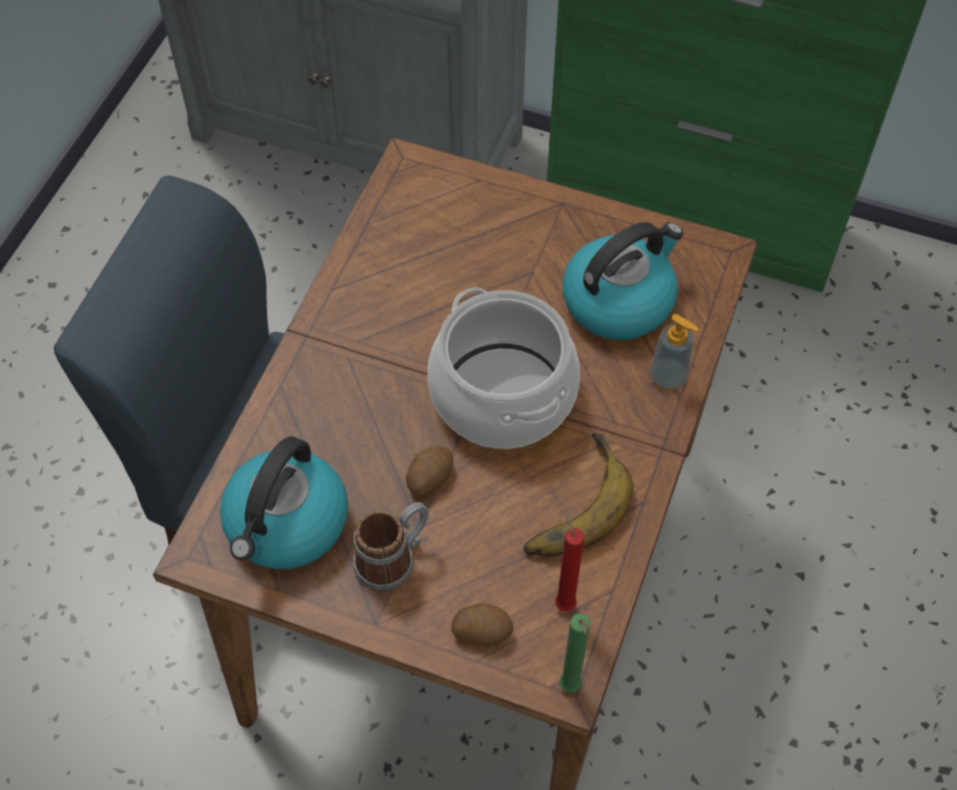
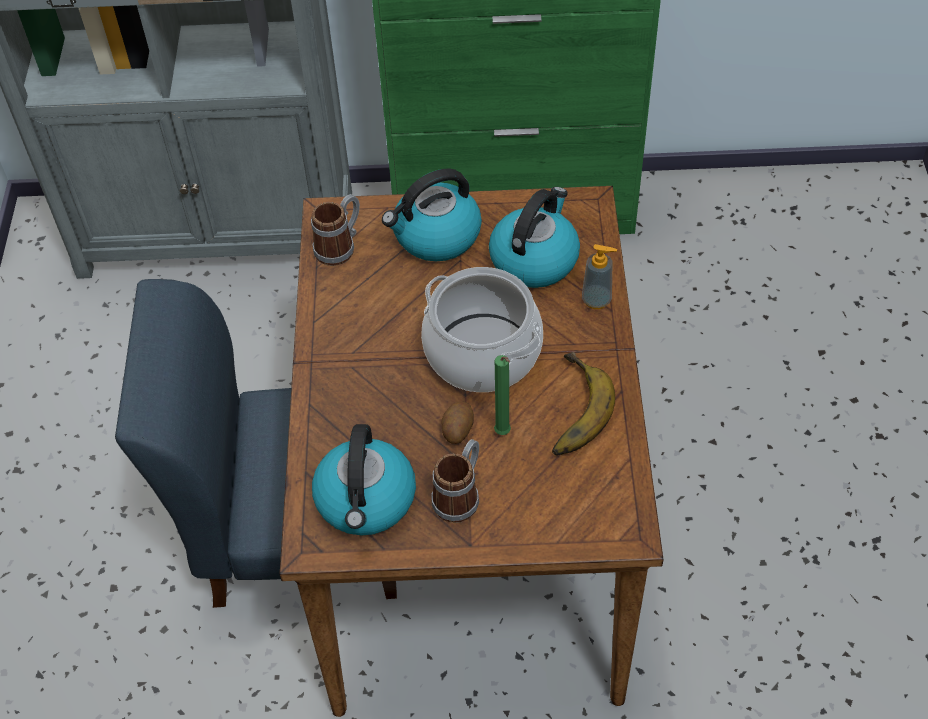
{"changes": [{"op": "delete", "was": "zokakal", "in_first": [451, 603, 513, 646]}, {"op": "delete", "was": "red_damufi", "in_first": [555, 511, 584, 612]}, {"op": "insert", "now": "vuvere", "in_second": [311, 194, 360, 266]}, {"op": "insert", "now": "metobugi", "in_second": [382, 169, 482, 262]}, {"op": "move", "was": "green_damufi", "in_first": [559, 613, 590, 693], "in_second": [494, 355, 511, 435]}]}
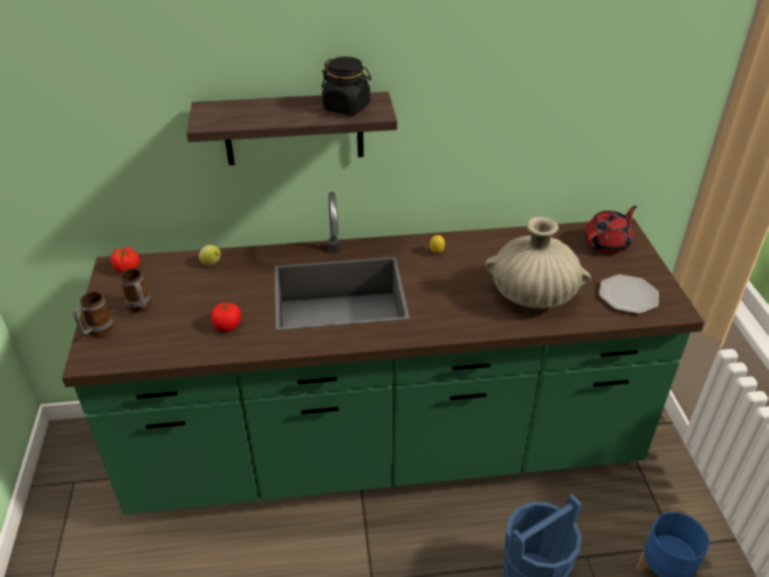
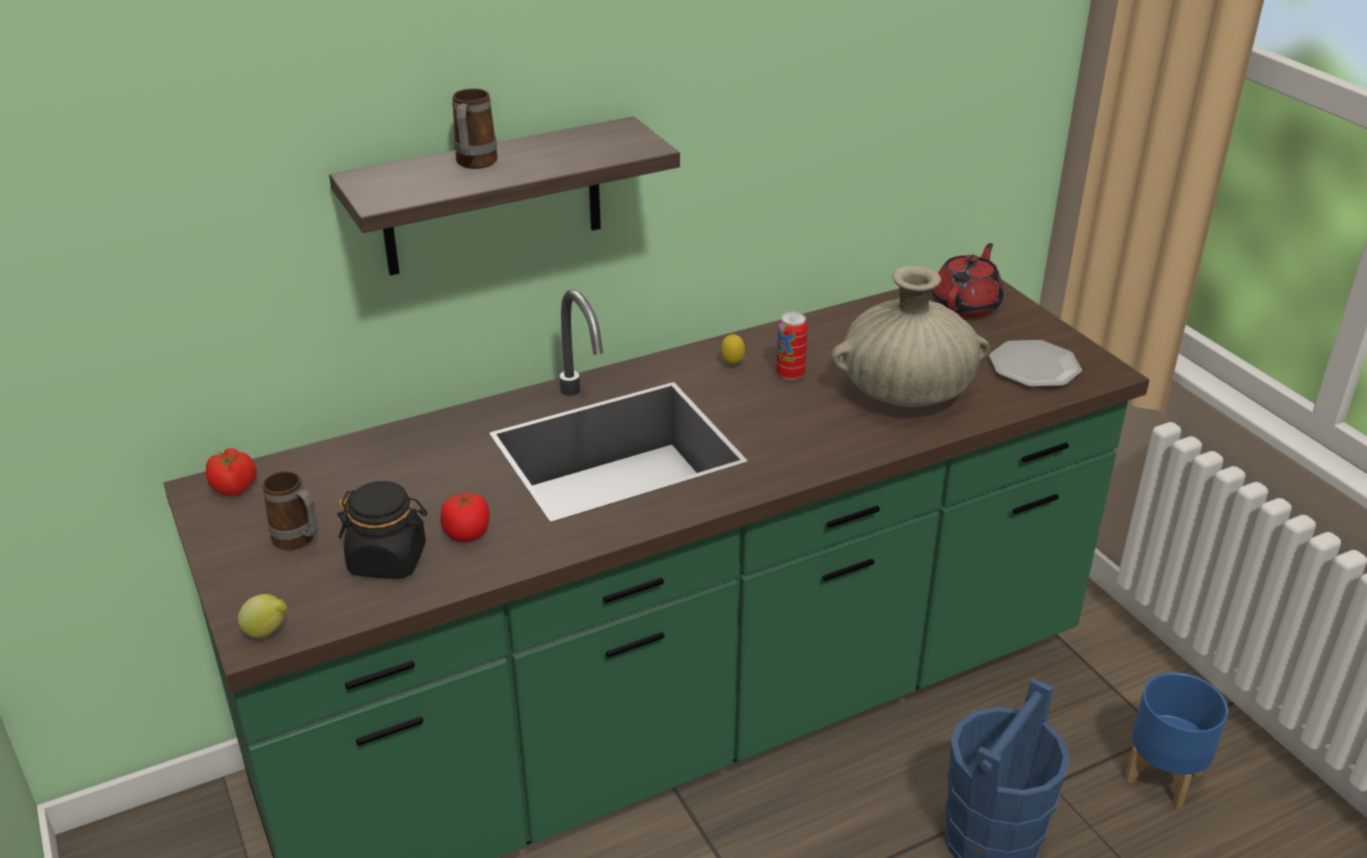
{"changes": [{"op": "insert", "now": "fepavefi", "in_second": [776, 312, 808, 381]}, {"op": "move", "was": "vuvere", "in_first": [73, 291, 114, 337], "in_second": [452, 89, 498, 169]}, {"op": "move", "was": "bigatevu", "in_first": [199, 245, 221, 266], "in_second": [238, 594, 287, 638]}, {"op": "move", "was": "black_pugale", "in_first": [322, 57, 372, 115], "in_second": [337, 481, 427, 579]}]}
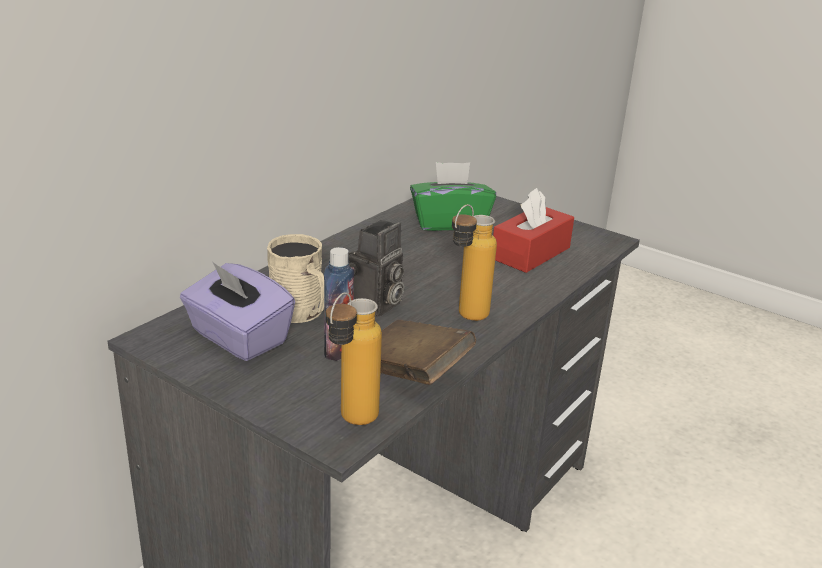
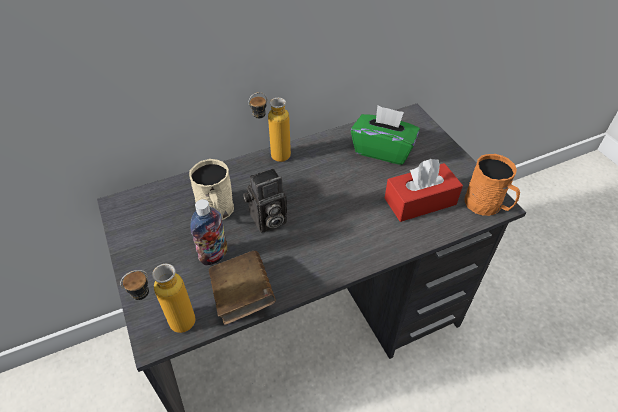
{"changes": [{"op": "delete", "was": "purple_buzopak", "in_first": [180, 261, 295, 361]}, {"op": "insert", "now": "orange_vuvere", "in_second": [465, 154, 520, 216]}, {"op": "move", "was": "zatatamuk", "in_first": [452, 204, 497, 321], "in_second": [249, 92, 291, 162]}]}
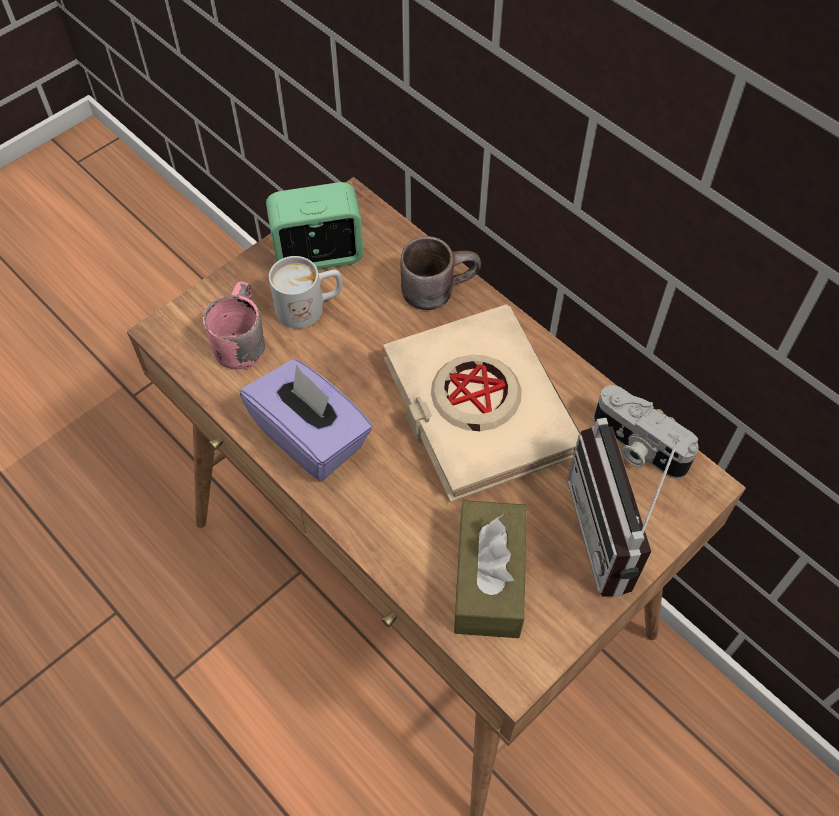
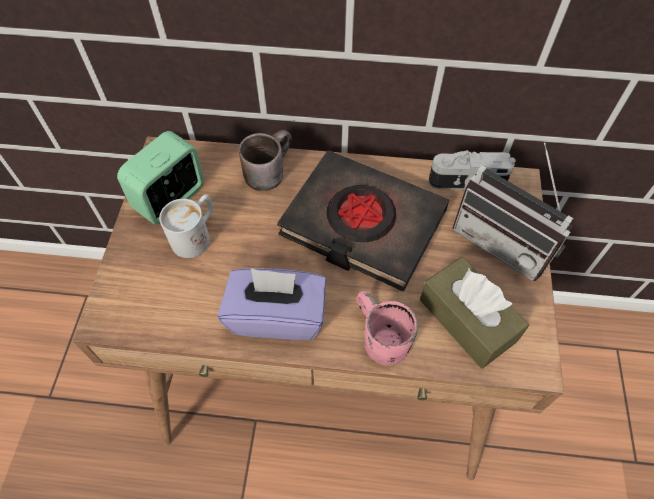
{"changes": [{"op": "move", "was": "pink_vuvere", "in_first": [203, 281, 265, 370], "in_second": [356, 291, 418, 366]}, {"op": "recolor", "was": "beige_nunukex", "now": "black_nunukex", "in_first": [383, 304, 581, 502], "in_second": [277, 150, 450, 292]}]}
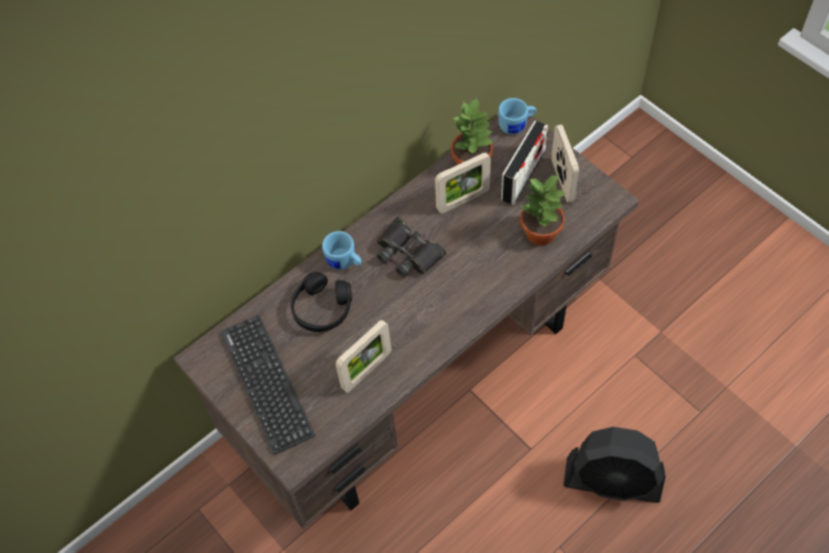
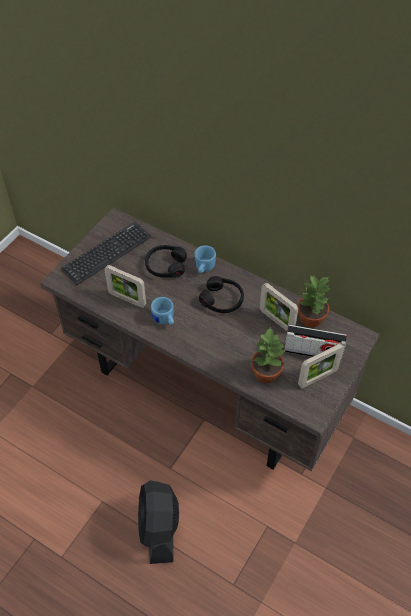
{"changes": [{"op": "move", "was": "blue_vuvere", "in_first": [498, 98, 537, 135], "in_second": [151, 297, 174, 325]}, {"op": "replace", "was": "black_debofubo", "now": "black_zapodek", "in_first": [377, 217, 446, 278], "in_second": [199, 276, 244, 313]}]}
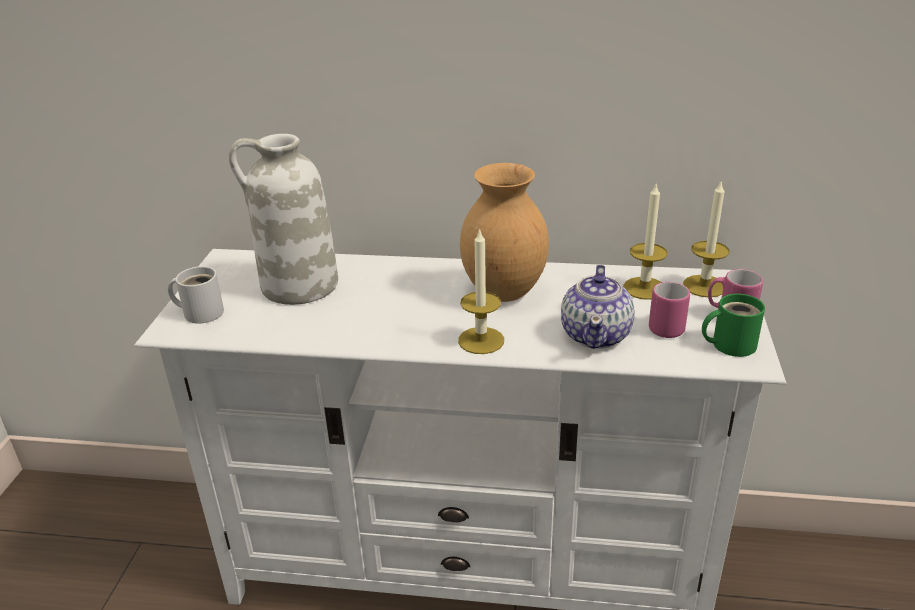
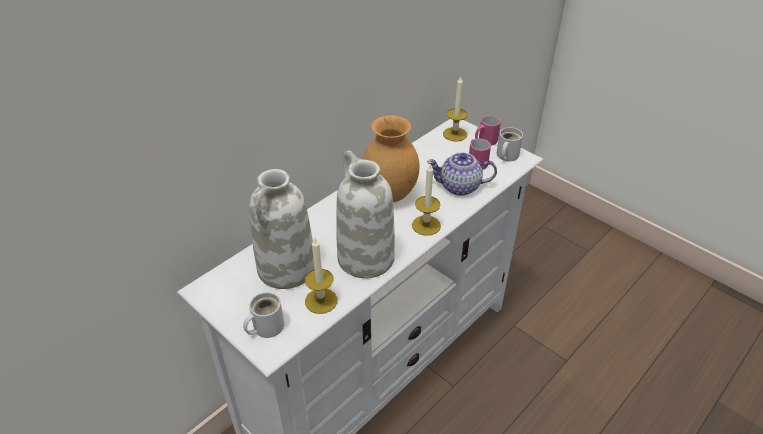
{"changes": [{"op": "insert", "now": "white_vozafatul", "in_second": [336, 151, 395, 278]}, {"op": "move", "was": "damufi", "in_first": [623, 182, 668, 300], "in_second": [305, 238, 338, 314]}, {"op": "recolor", "was": "green_vuvere", "now": "white_vuvere", "in_first": [702, 294, 765, 357], "in_second": [497, 127, 523, 161]}, {"op": "rotate", "was": "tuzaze", "in_first": [561, 265, 635, 349], "in_second": [427, 152, 497, 196], "clockwise": 135}]}
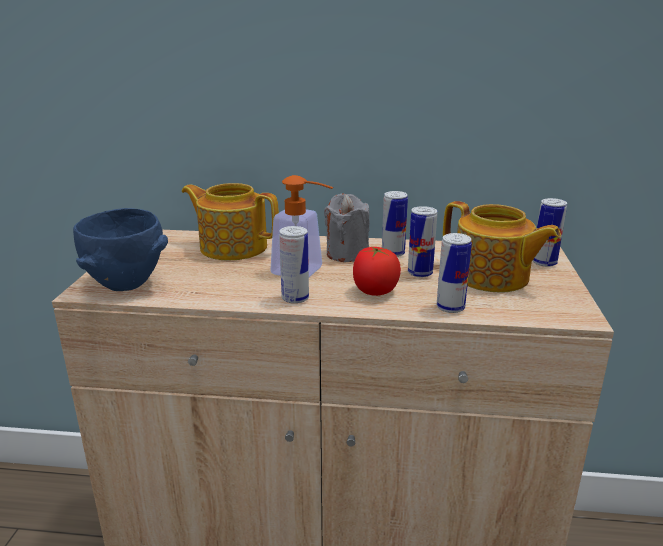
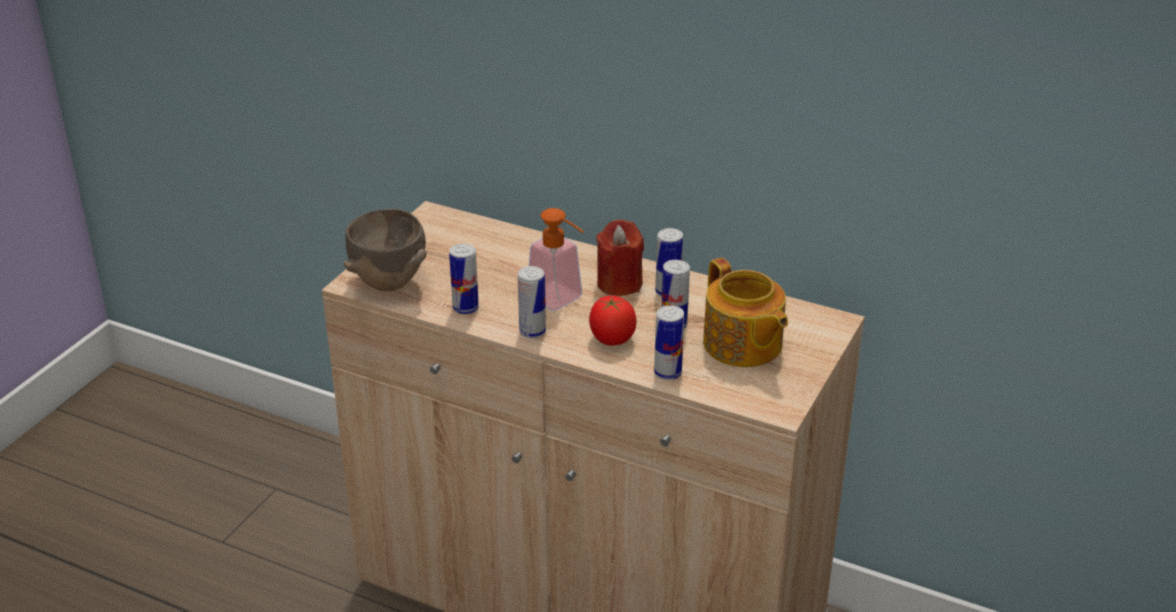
{"changes": [{"op": "delete", "was": "tuzaze", "in_first": [182, 183, 279, 261]}, {"op": "move", "was": "fepavefi", "in_first": [533, 198, 567, 267], "in_second": [449, 244, 479, 314]}, {"op": "recolor", "was": "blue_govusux", "now": "brown_govusux", "in_first": [73, 208, 168, 291], "in_second": [344, 209, 427, 291]}, {"op": "recolor", "was": "grey_damufi", "now": "red_damufi", "in_first": [324, 193, 370, 262], "in_second": [596, 219, 644, 296]}]}
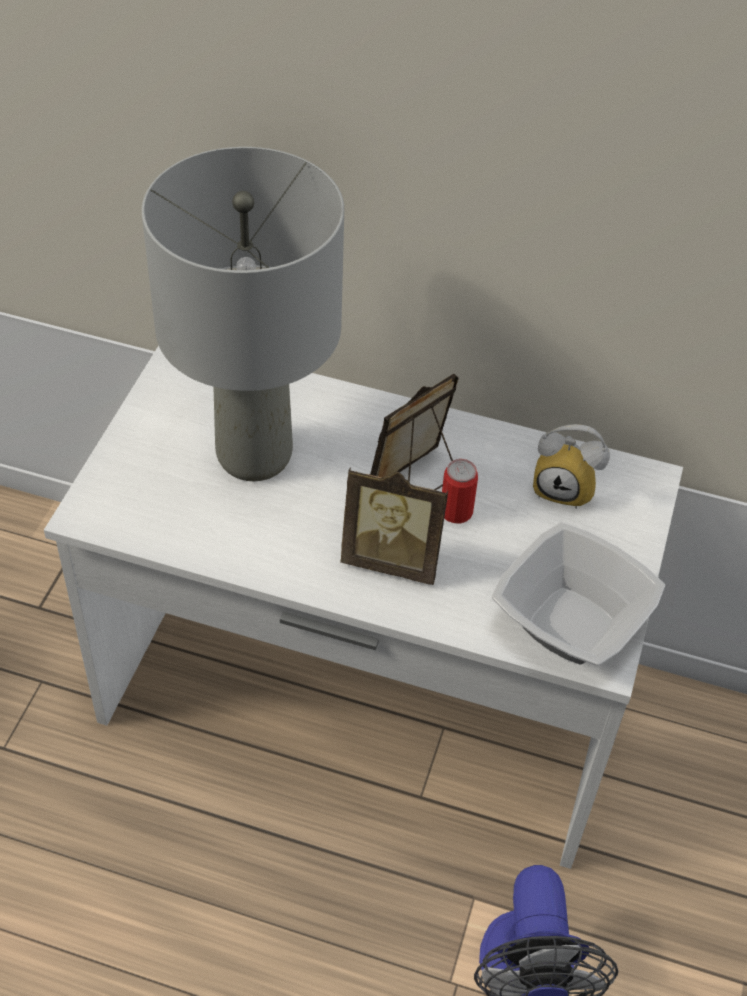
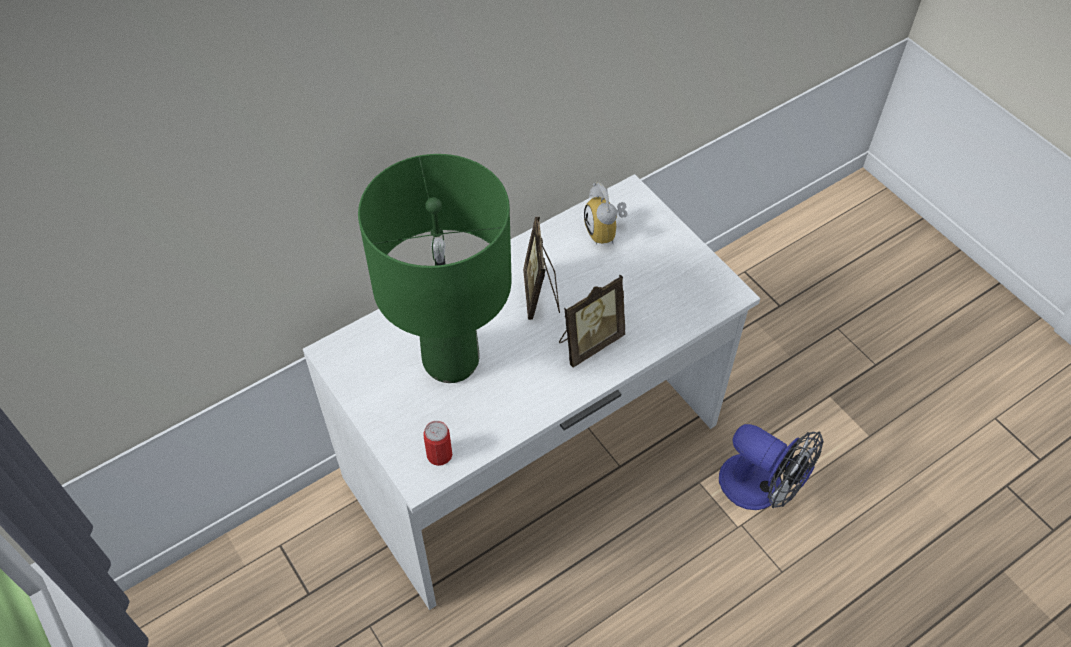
{"changes": [{"op": "delete", "was": "govusux", "in_first": [492, 522, 665, 666]}, {"op": "move", "was": "fepavefi", "in_first": [442, 459, 478, 523], "in_second": [423, 421, 452, 466]}, {"op": "recolor", "was": "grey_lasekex", "now": "green_lasekex", "in_first": [142, 147, 344, 481], "in_second": [358, 154, 512, 383]}, {"op": "rotate", "was": "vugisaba", "in_first": [533, 424, 610, 509], "in_second": [584, 182, 628, 244], "clockwise": 105}]}
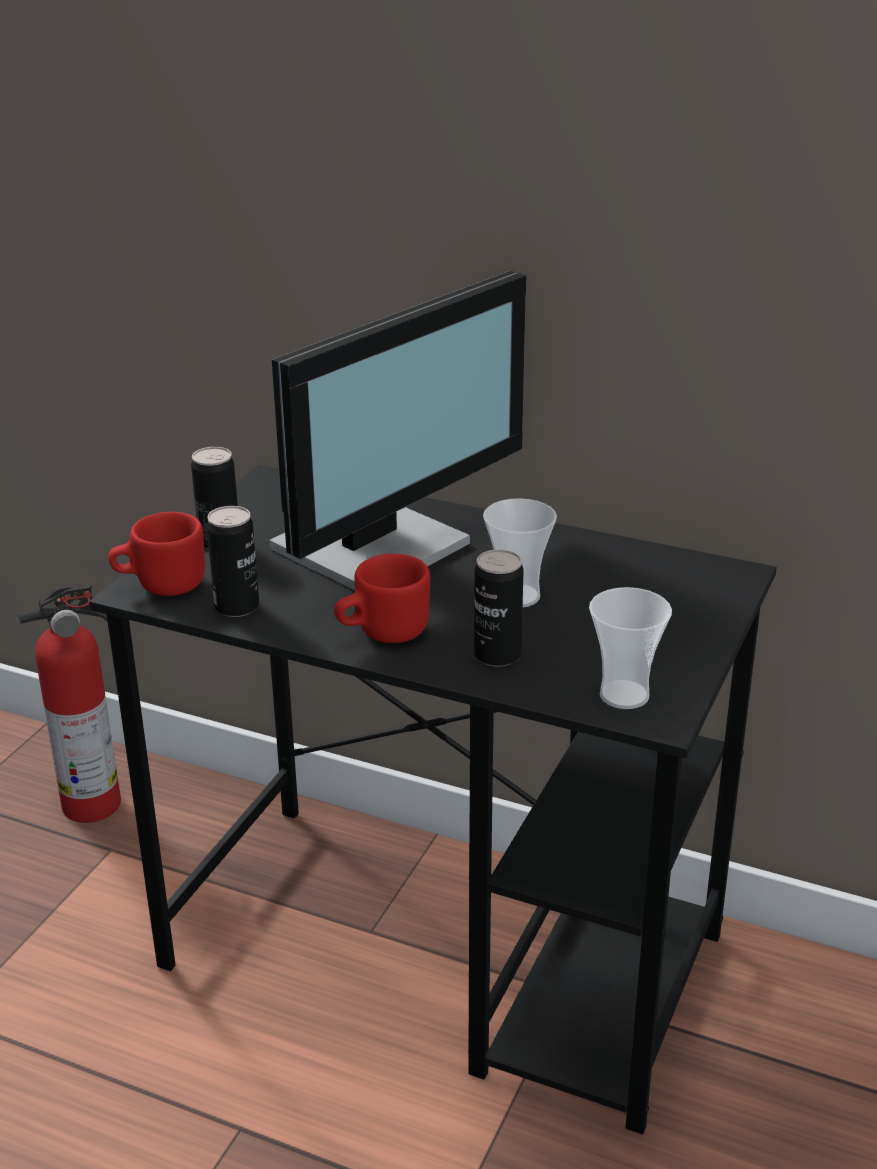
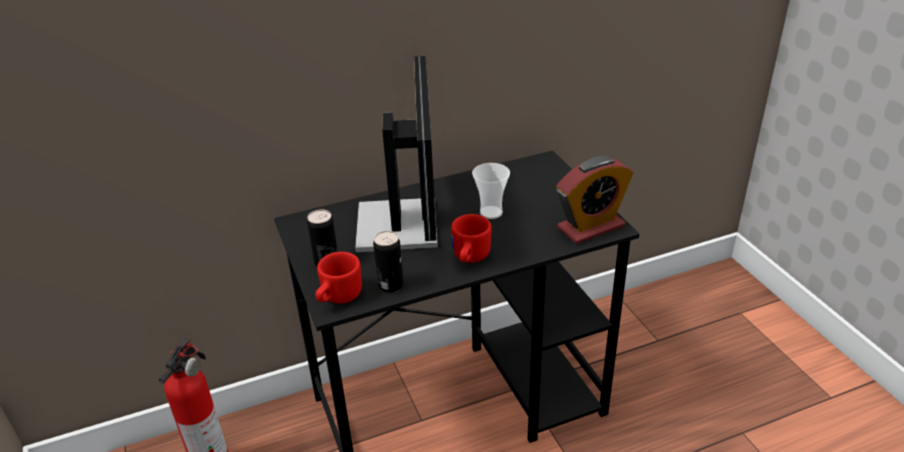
{"changes": [{"op": "delete", "was": "fepavefi", "in_first": [474, 549, 524, 667]}, {"op": "replace", "was": "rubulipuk", "now": "vugisaba", "in_first": [589, 587, 672, 709], "in_second": [556, 156, 634, 244]}]}
